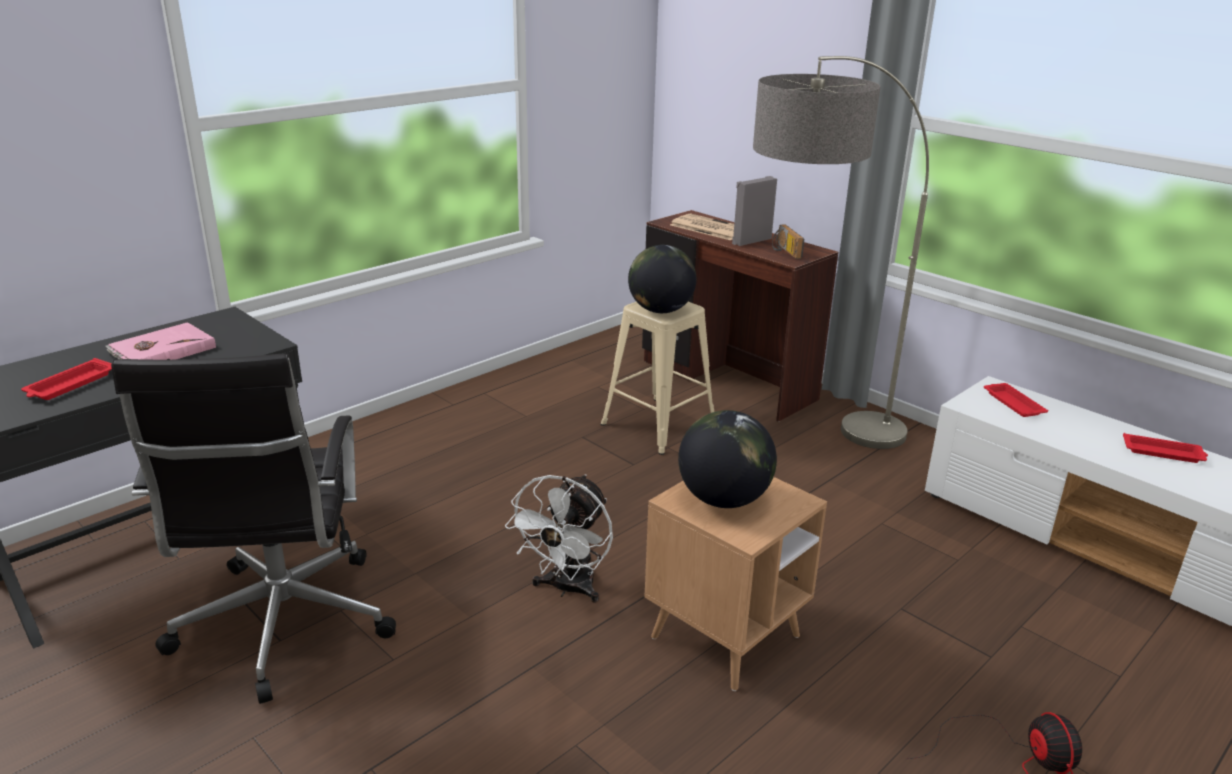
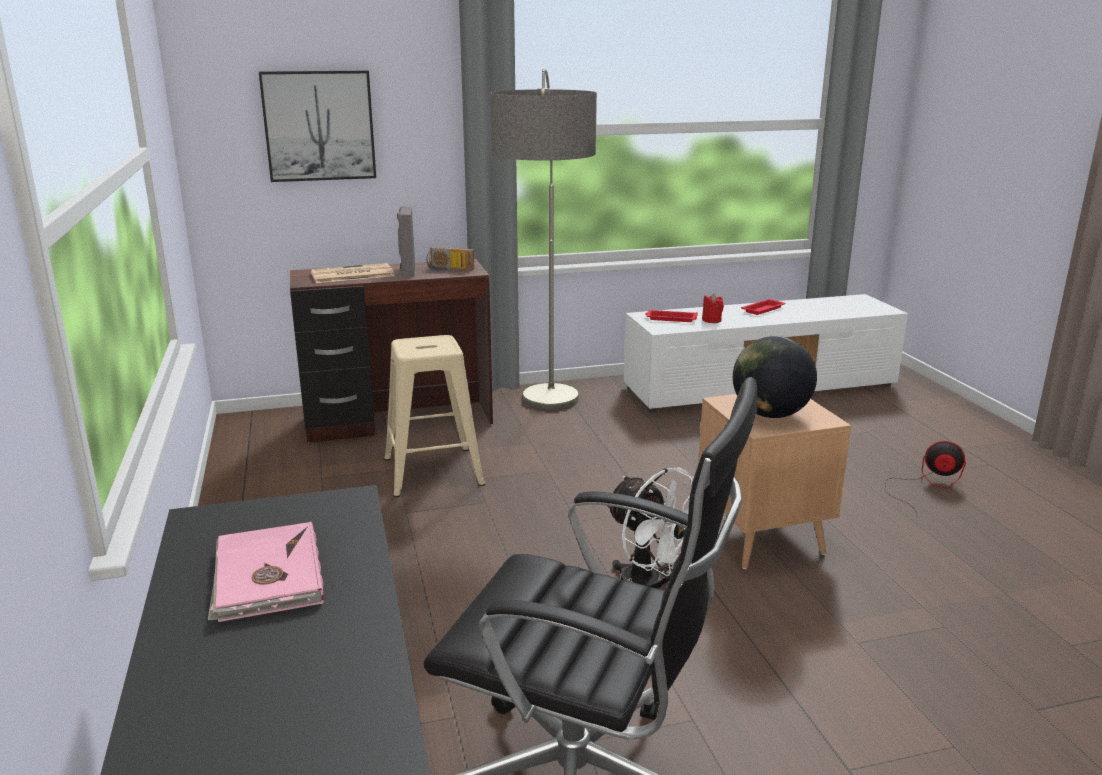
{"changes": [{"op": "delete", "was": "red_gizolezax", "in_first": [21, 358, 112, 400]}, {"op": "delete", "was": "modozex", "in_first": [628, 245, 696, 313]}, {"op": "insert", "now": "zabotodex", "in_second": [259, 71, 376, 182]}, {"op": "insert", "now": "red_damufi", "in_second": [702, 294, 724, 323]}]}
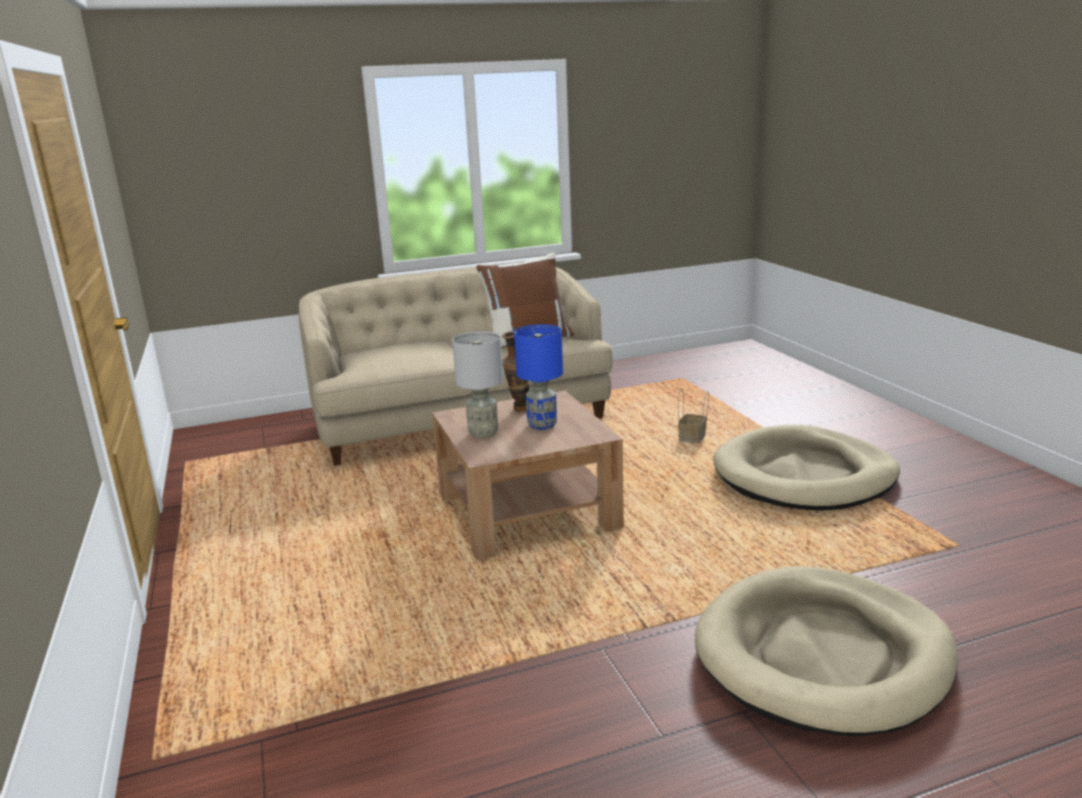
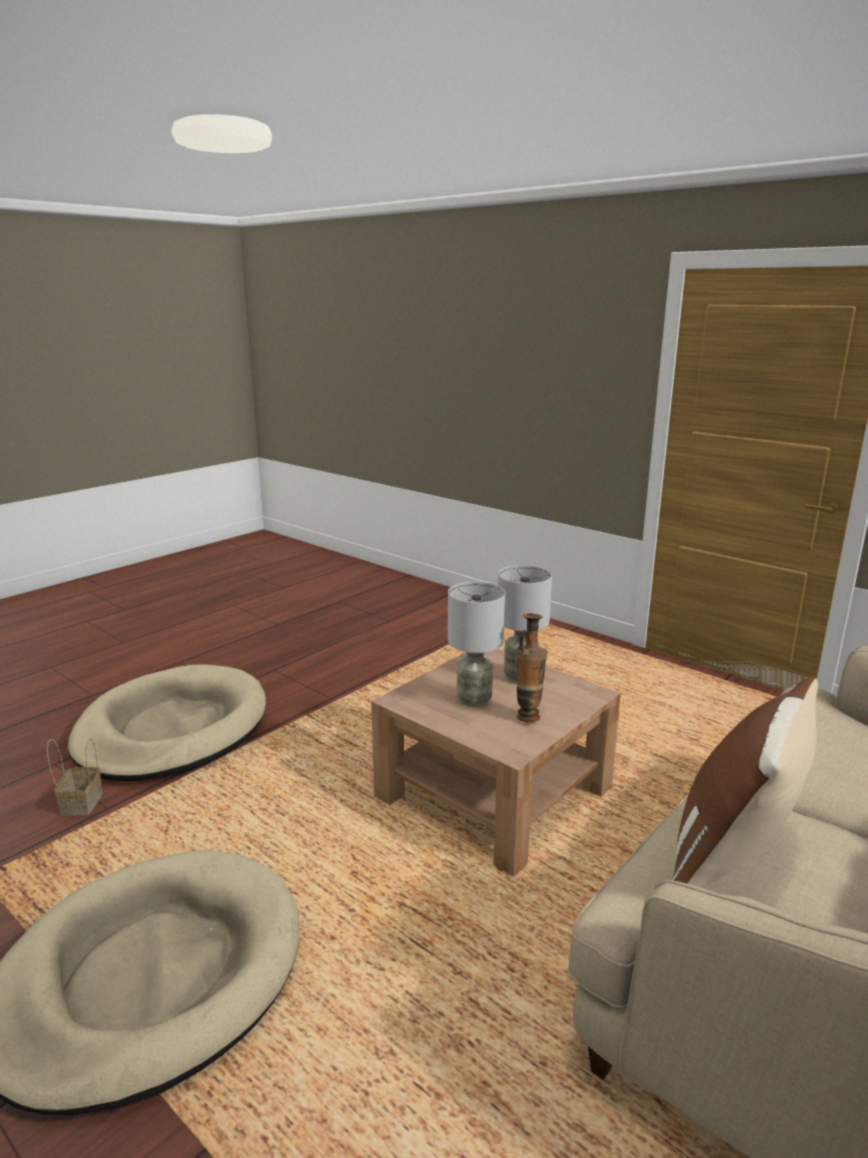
{"changes": [{"op": "move", "was": "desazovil", "in_first": [678, 388, 709, 444], "in_second": [47, 738, 102, 816]}, {"op": "recolor", "was": "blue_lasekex", "now": "grey_lasekex", "in_first": [514, 324, 563, 430], "in_second": [448, 582, 505, 707]}]}
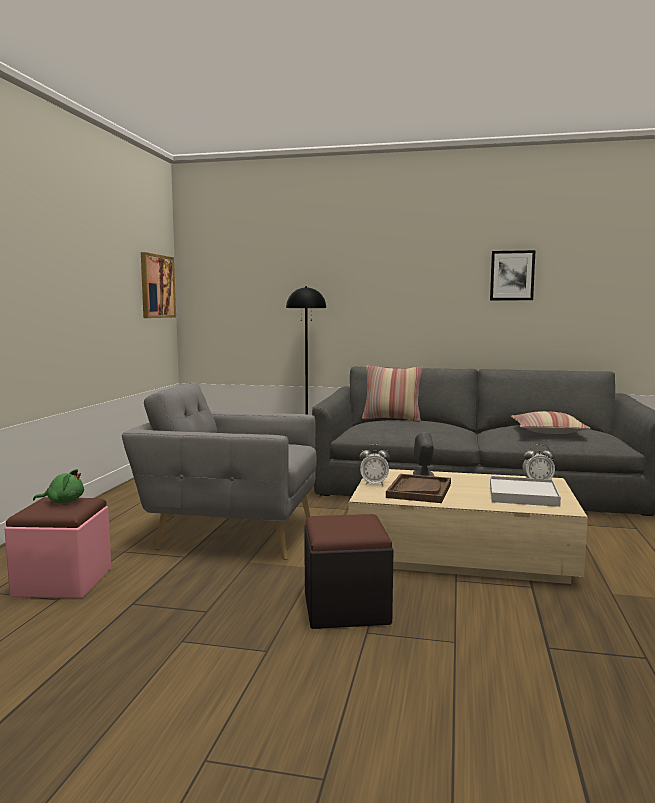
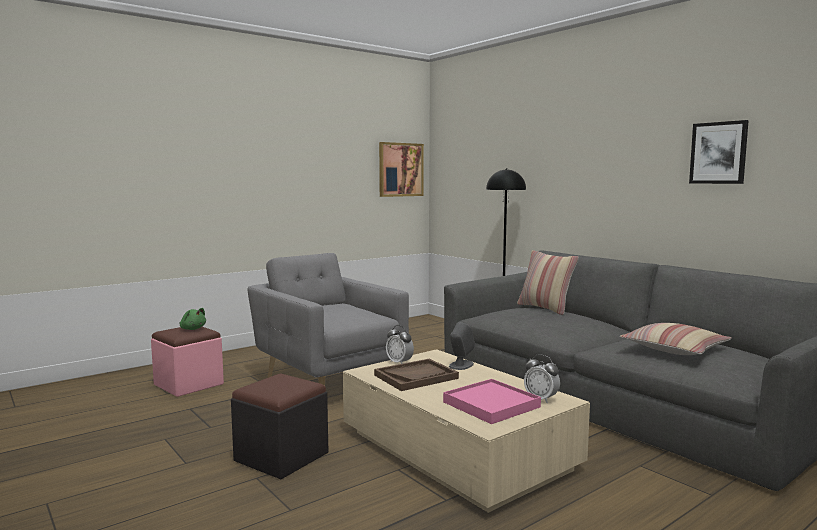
{"changes": [{"op": "recolor", "was": "white_gizolezax", "now": "pink_gizolezax", "in_first": [490, 476, 561, 507], "in_second": [443, 379, 541, 424]}]}
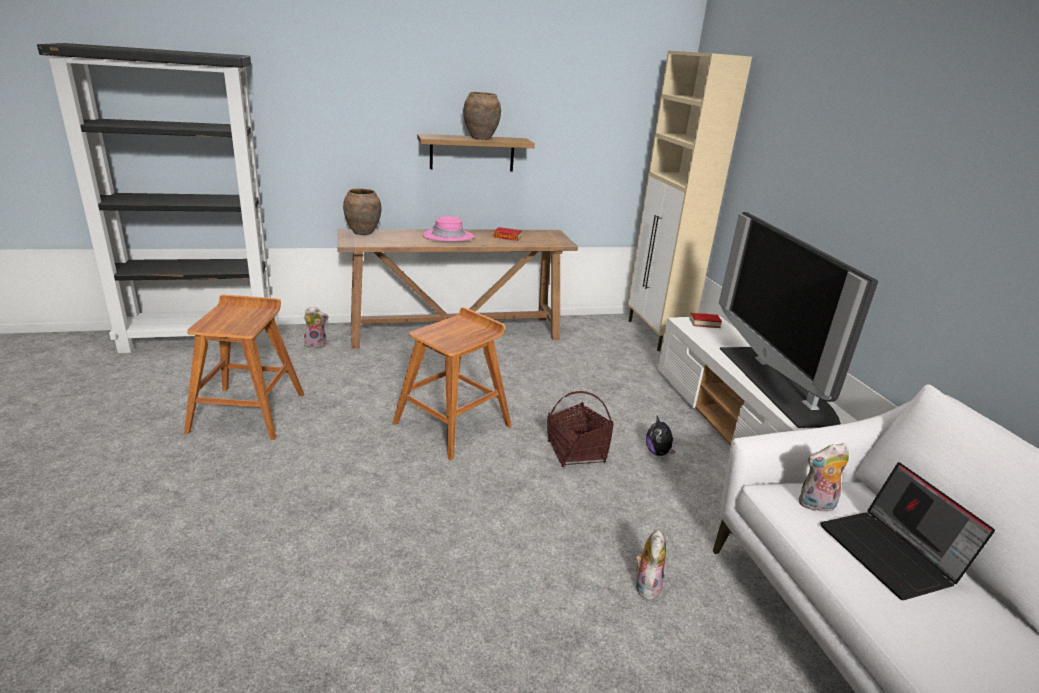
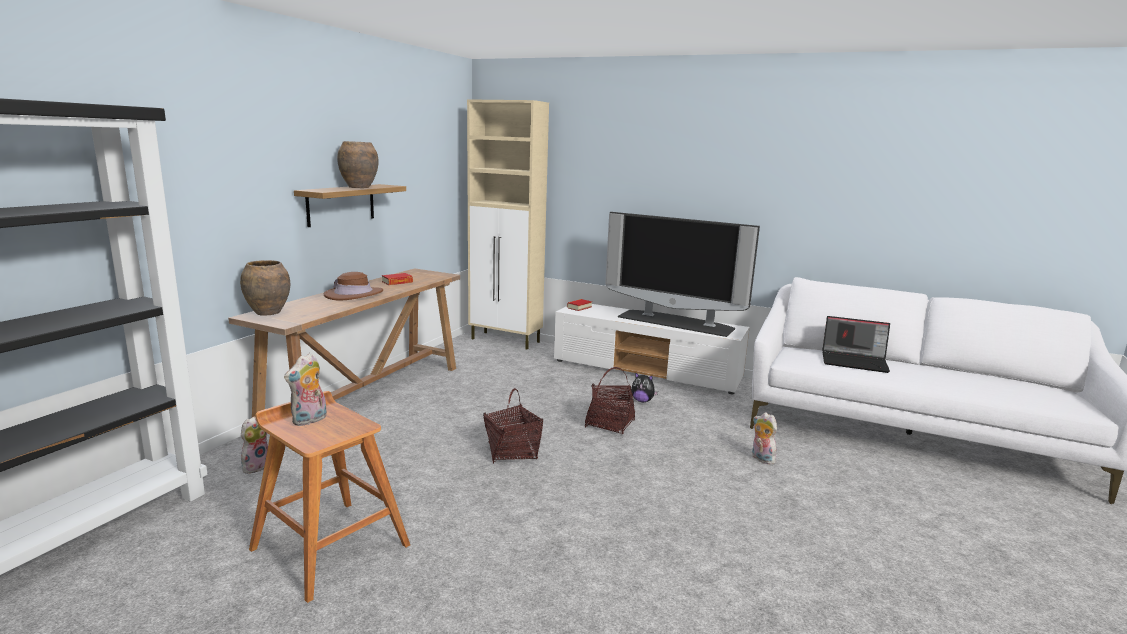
{"changes": [{"op": "move", "was": "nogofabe", "in_first": [799, 443, 849, 512], "in_second": [284, 353, 327, 426]}, {"op": "replace", "was": "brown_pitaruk", "now": "desazovil", "in_first": [392, 307, 512, 460], "in_second": [483, 388, 543, 463]}, {"op": "recolor", "was": "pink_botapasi", "now": "brown_botapasi", "in_first": [423, 216, 475, 241], "in_second": [324, 272, 383, 300]}]}
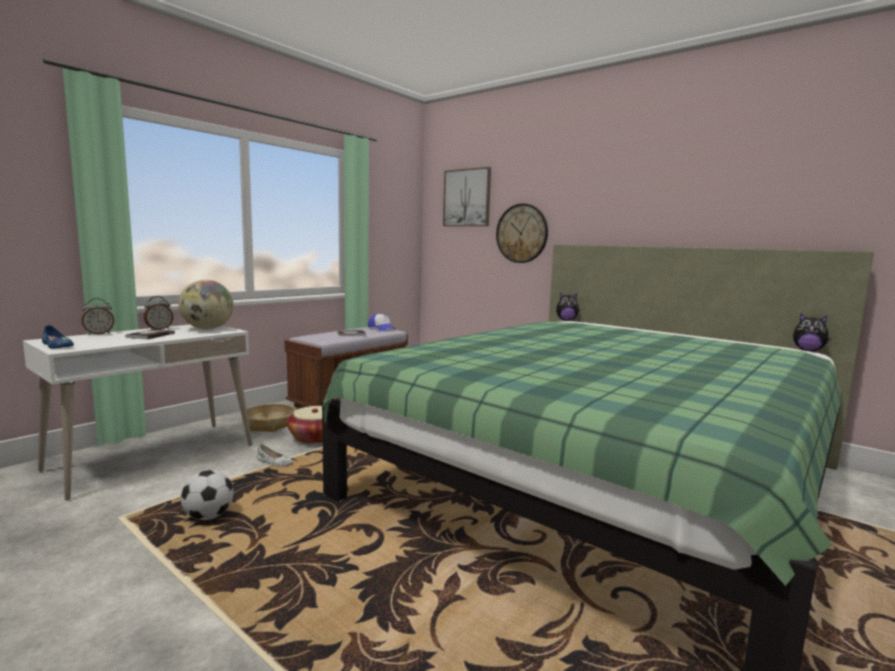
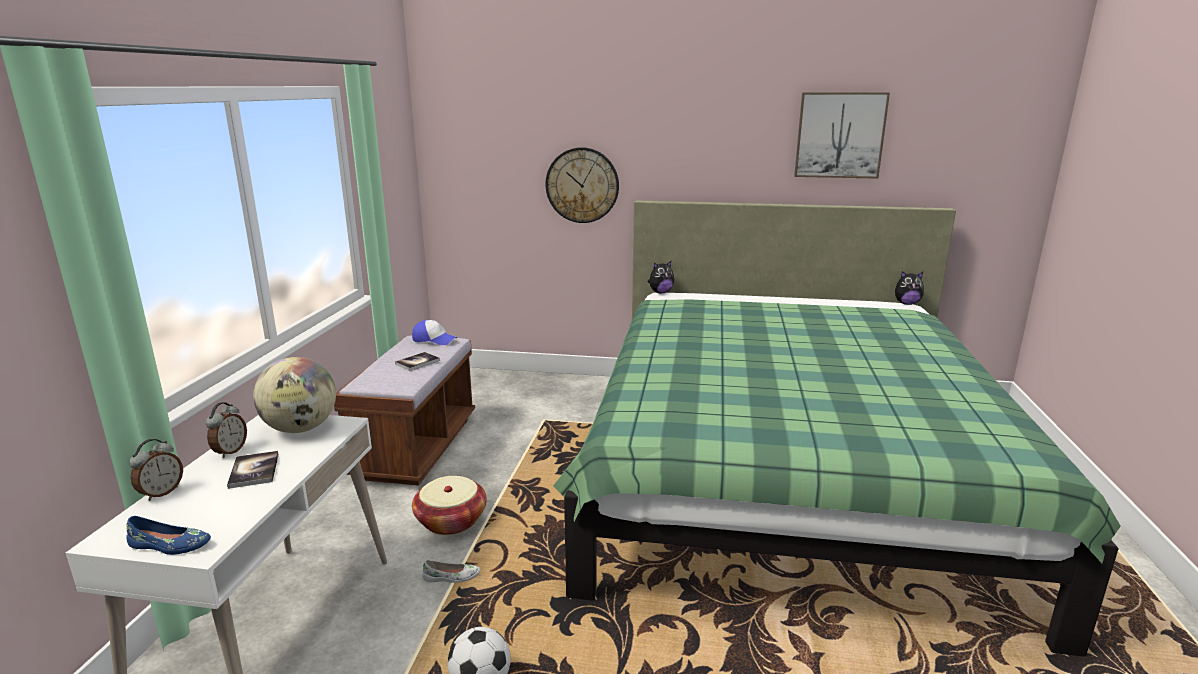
{"changes": [{"op": "delete", "was": "desazovil", "in_first": [247, 403, 296, 432]}, {"op": "move", "was": "zabotodex", "in_first": [443, 167, 491, 226], "in_second": [794, 92, 890, 179]}]}
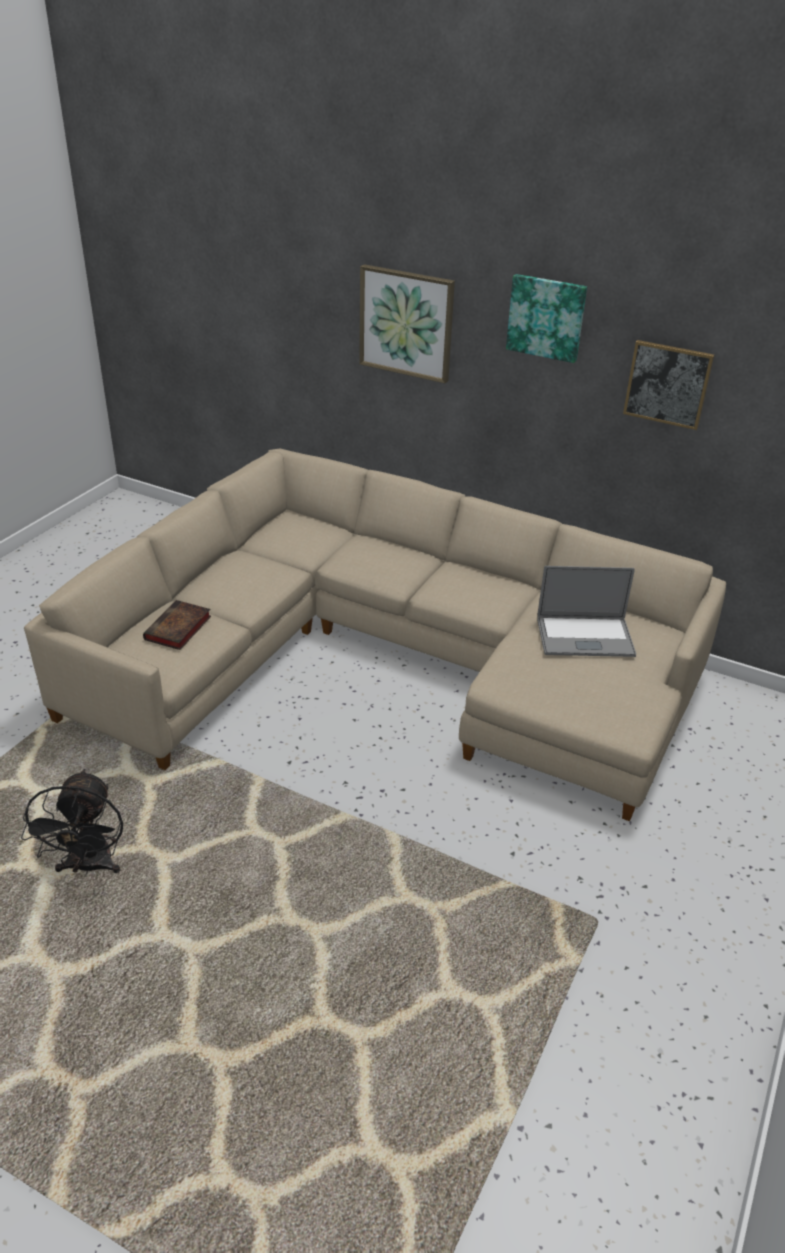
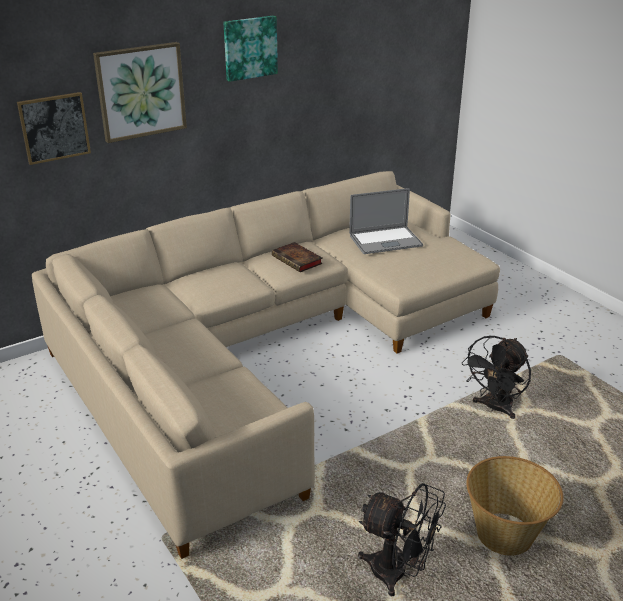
{"changes": [{"op": "insert", "now": "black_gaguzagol", "in_second": [462, 336, 531, 419]}, {"op": "insert", "now": "desazovil", "in_second": [466, 456, 564, 556]}, {"op": "move", "was": "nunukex", "in_first": [143, 600, 211, 650], "in_second": [272, 242, 323, 272]}, {"op": "move", "was": "zabotodex", "in_first": [623, 340, 714, 430], "in_second": [17, 92, 91, 165]}, {"op": "rotate", "was": "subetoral", "in_first": [537, 566, 636, 657], "in_second": [349, 188, 423, 254], "clockwise": 45}]}
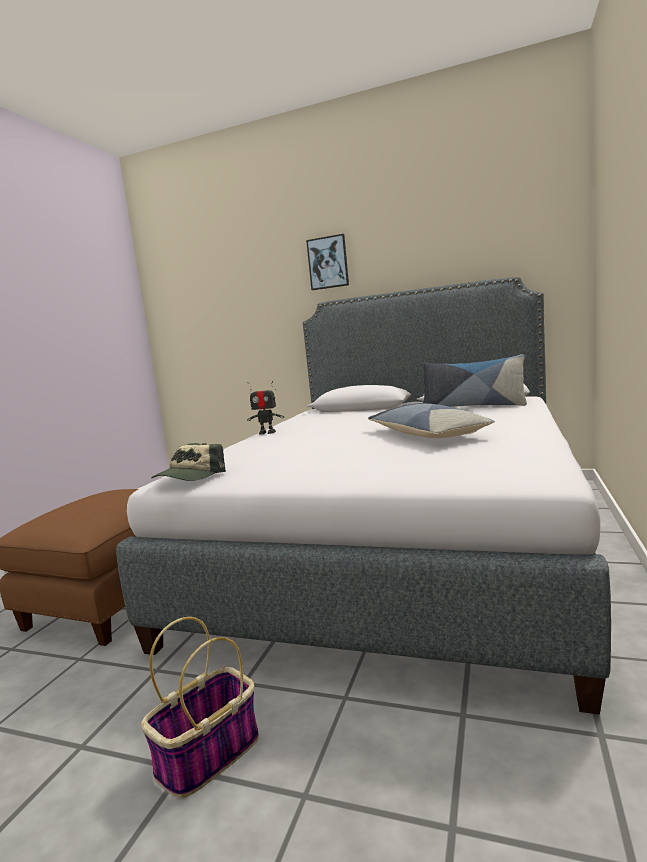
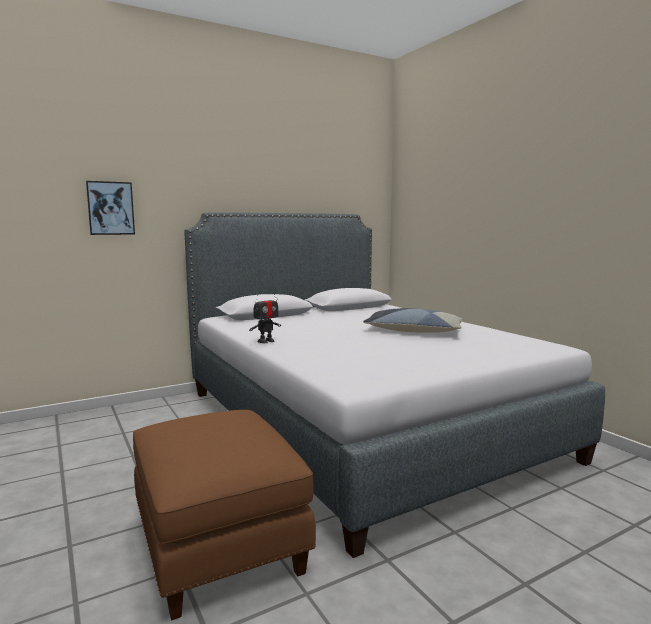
{"changes": [{"op": "delete", "was": "desazovil", "in_first": [141, 617, 259, 798]}, {"op": "delete", "was": "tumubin", "in_first": [151, 443, 226, 481]}, {"op": "delete", "was": "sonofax", "in_first": [423, 354, 527, 407]}, {"op": "move", "was": "zabotodex", "in_first": [306, 234, 349, 290], "in_second": [86, 181, 135, 235]}]}
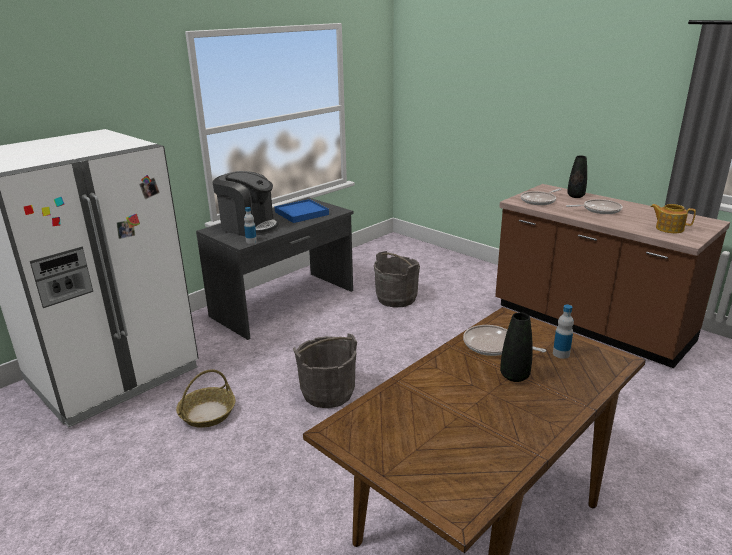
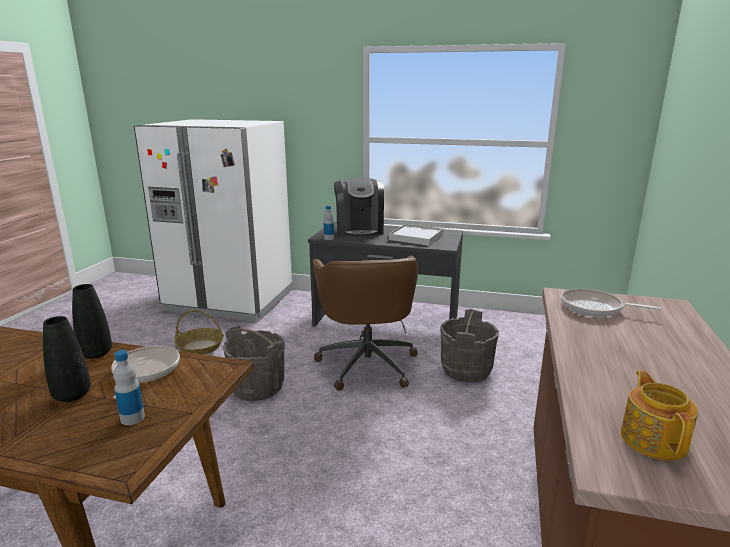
{"changes": [{"op": "delete", "was": "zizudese", "in_first": [566, 199, 622, 214]}, {"op": "insert", "now": "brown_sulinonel", "in_second": [313, 256, 418, 391]}, {"op": "move", "was": "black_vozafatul", "in_first": [567, 156, 587, 198], "in_second": [72, 284, 112, 359]}, {"op": "recolor", "was": "blue_gizolezax", "now": "white_gizolezax", "in_first": [274, 199, 329, 223], "in_second": [389, 224, 444, 246]}]}
